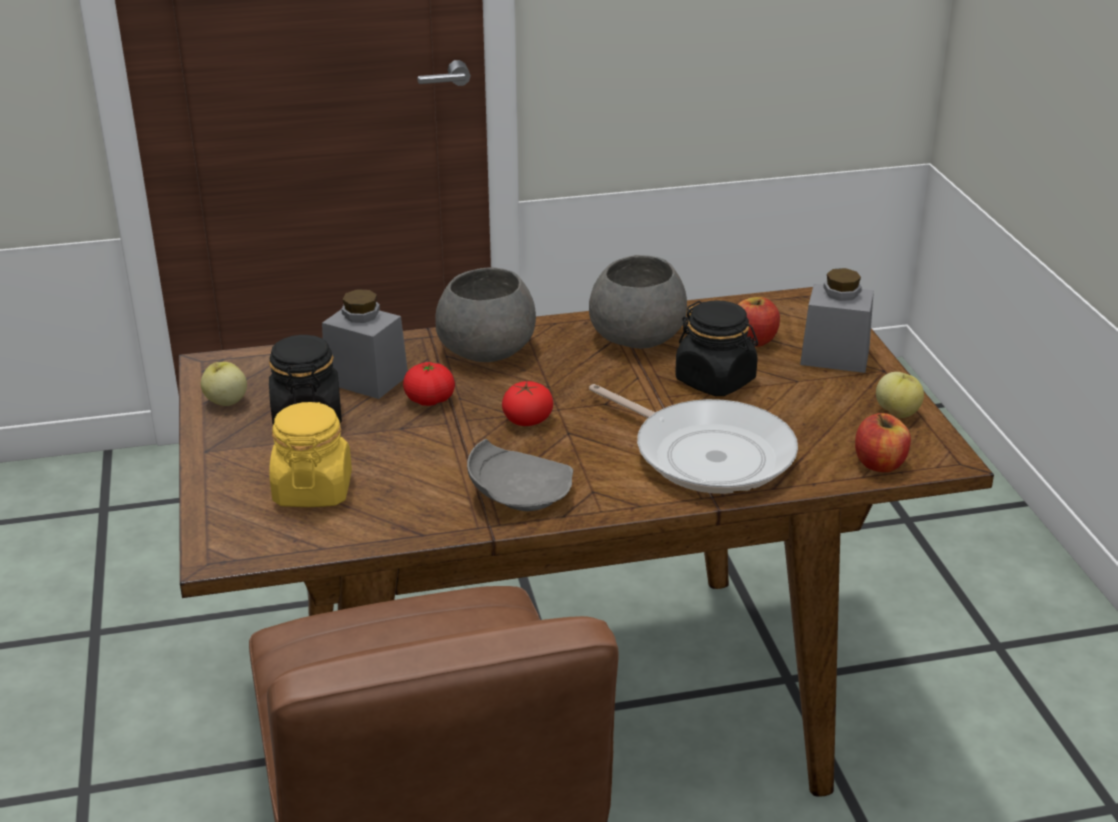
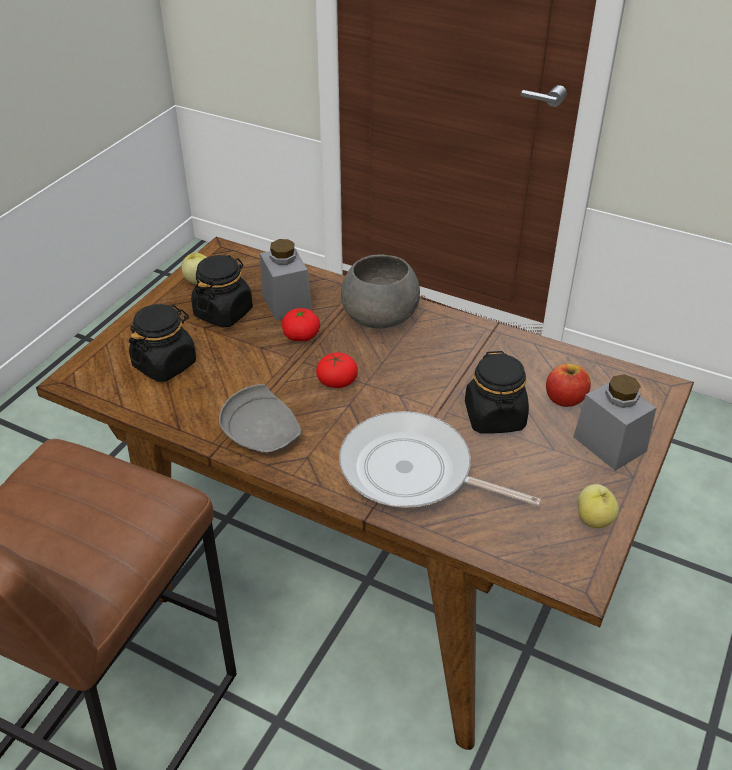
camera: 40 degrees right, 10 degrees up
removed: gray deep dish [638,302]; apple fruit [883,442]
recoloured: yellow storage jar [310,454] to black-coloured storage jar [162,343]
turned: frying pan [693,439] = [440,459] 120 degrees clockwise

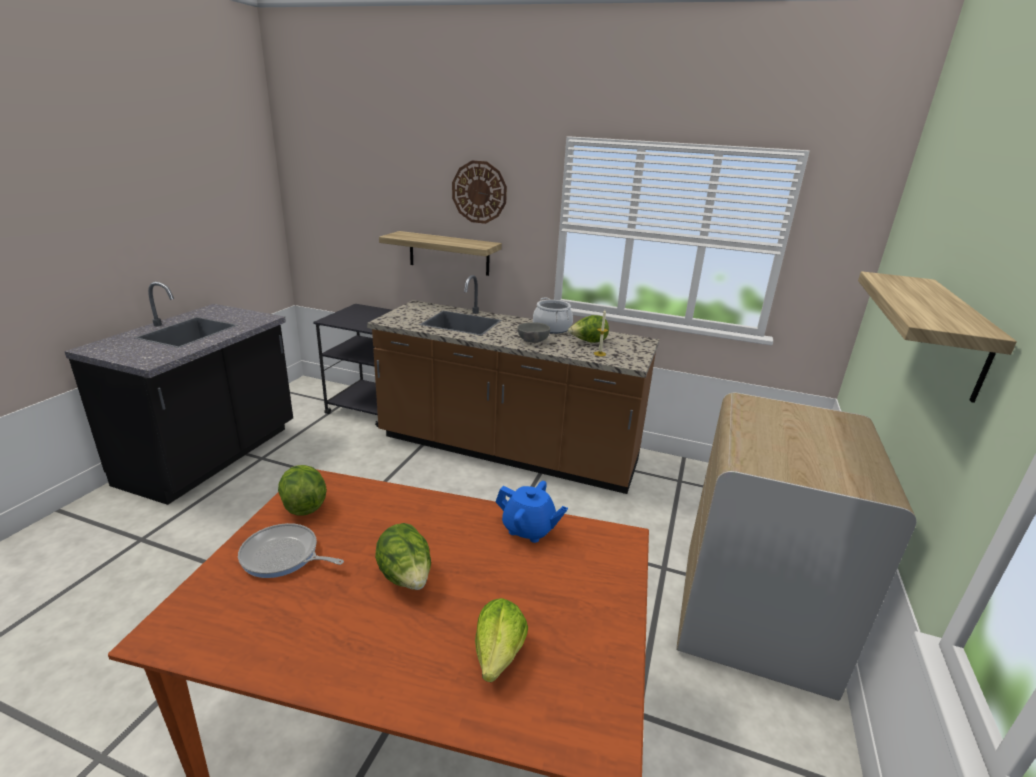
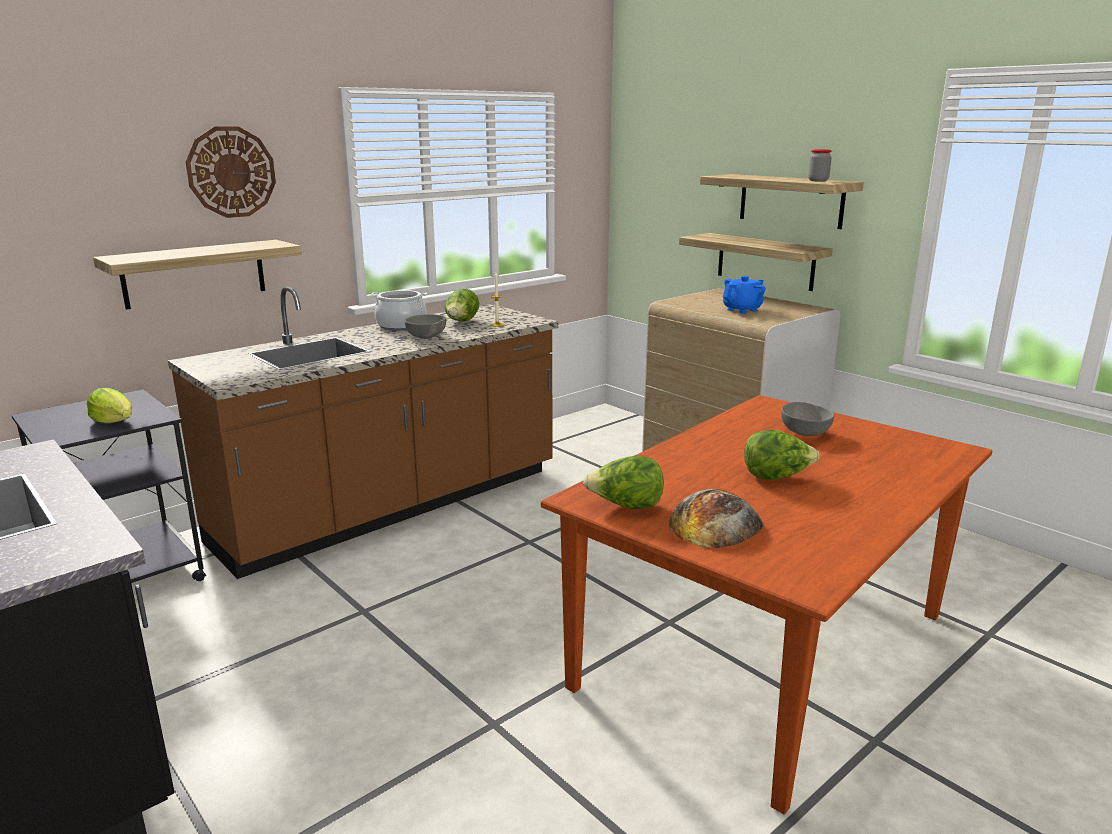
camera: 60 degrees left, 5 degrees down
added: storage jar [820,165]; bracket shelf [756,262]; gray deep dish [807,419]
moved: bluish tea pot [532,512] to [744,295]; lettuce [501,640] to [109,406]
replaced: frying pan [291,550] to baked bread [715,518]

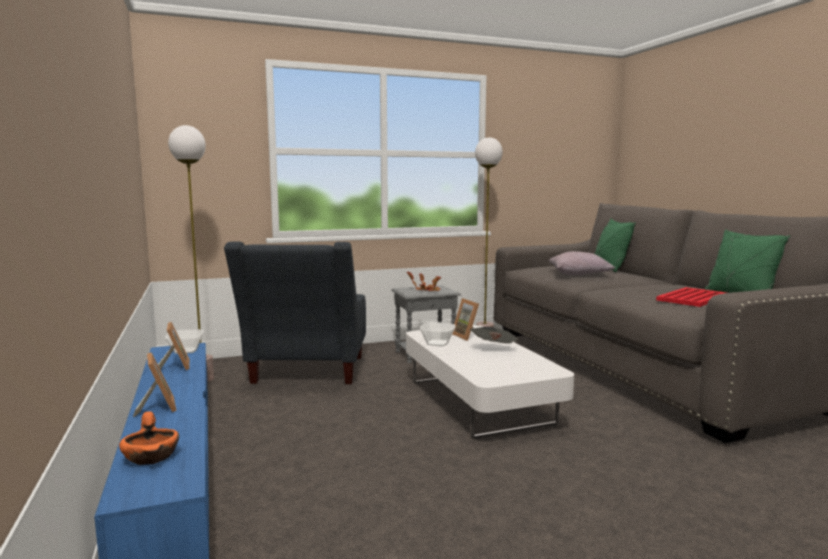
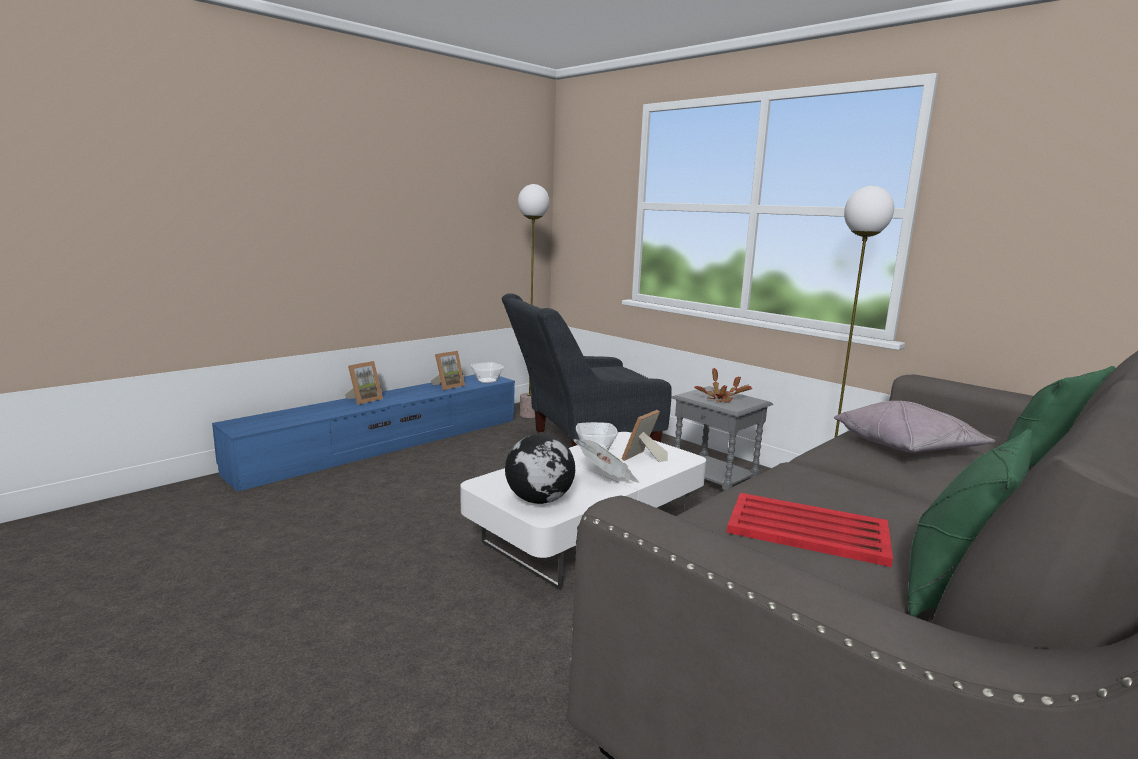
camera: 65 degrees right, 5 degrees up
removed: orangey deep dish [149,438]
added: globe [540,469]

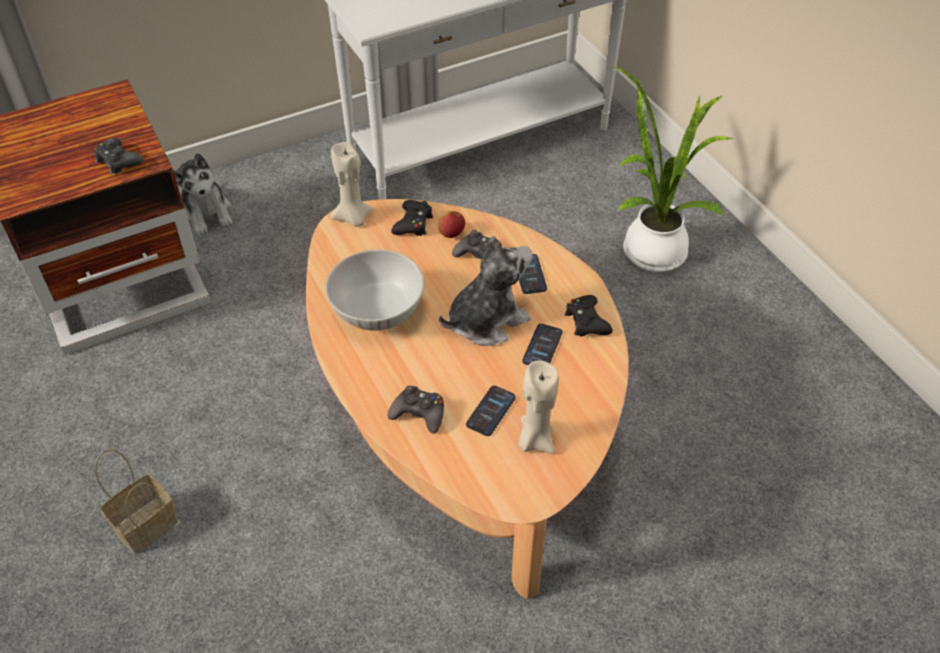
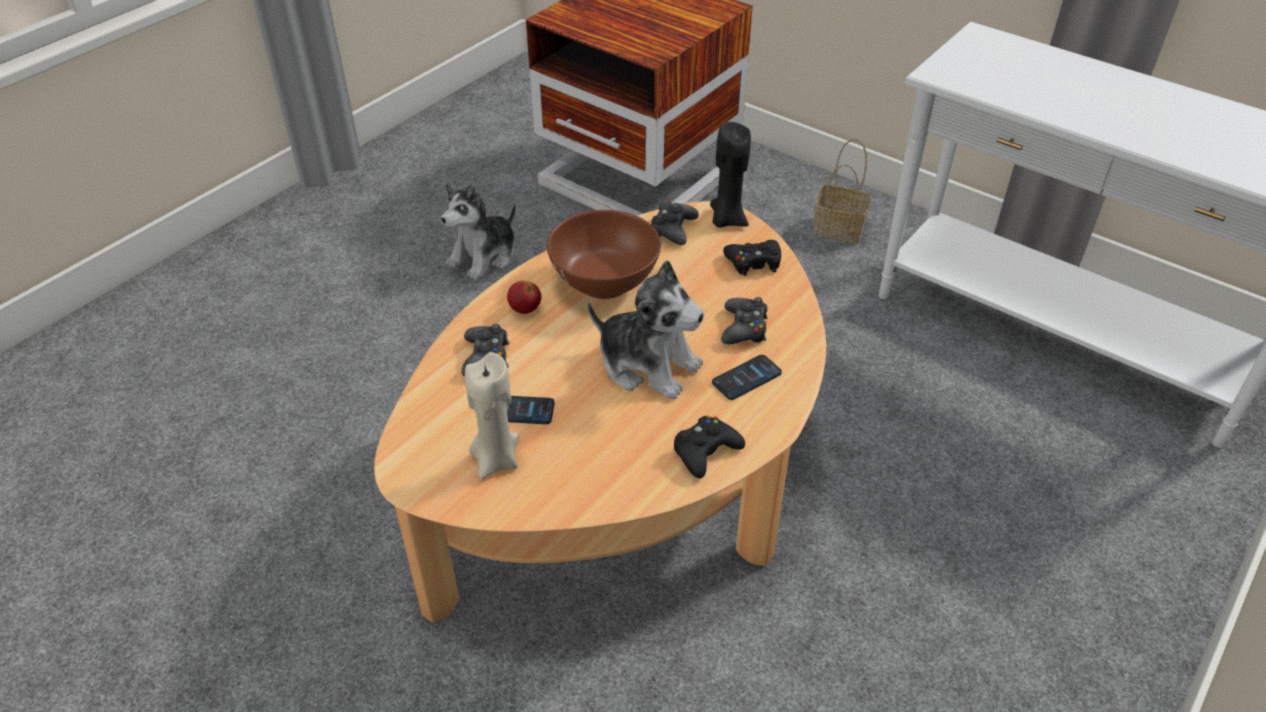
camera: 65 degrees right, 5 degrees down
removed: plant in a pot [672,168]; handset [542,344]
moved: black-coloured joypad [118,156] to [675,223]; plush toy [203,194] to [478,231]; apple fruit [451,224] to [524,297]; household basket [136,501] to [842,191]
recoloured: beige candle [352,184] to black-coloured candle [730,175]; whitish deep dish [374,290] to brown deep dish [604,254]

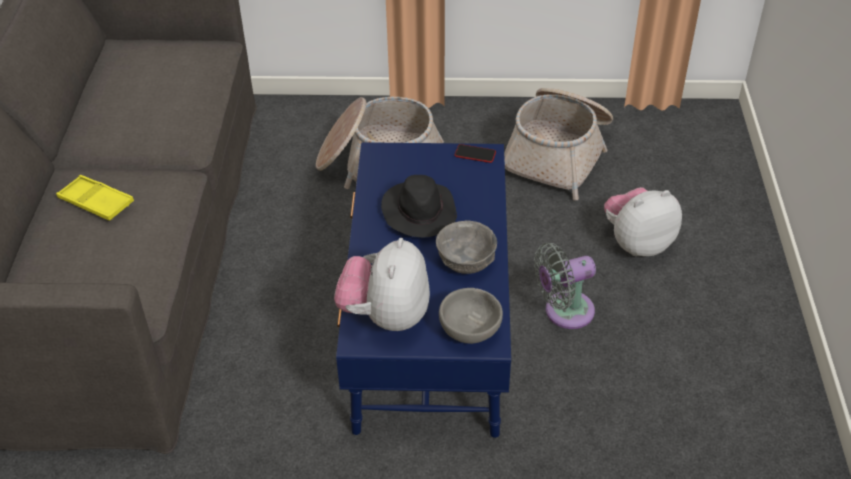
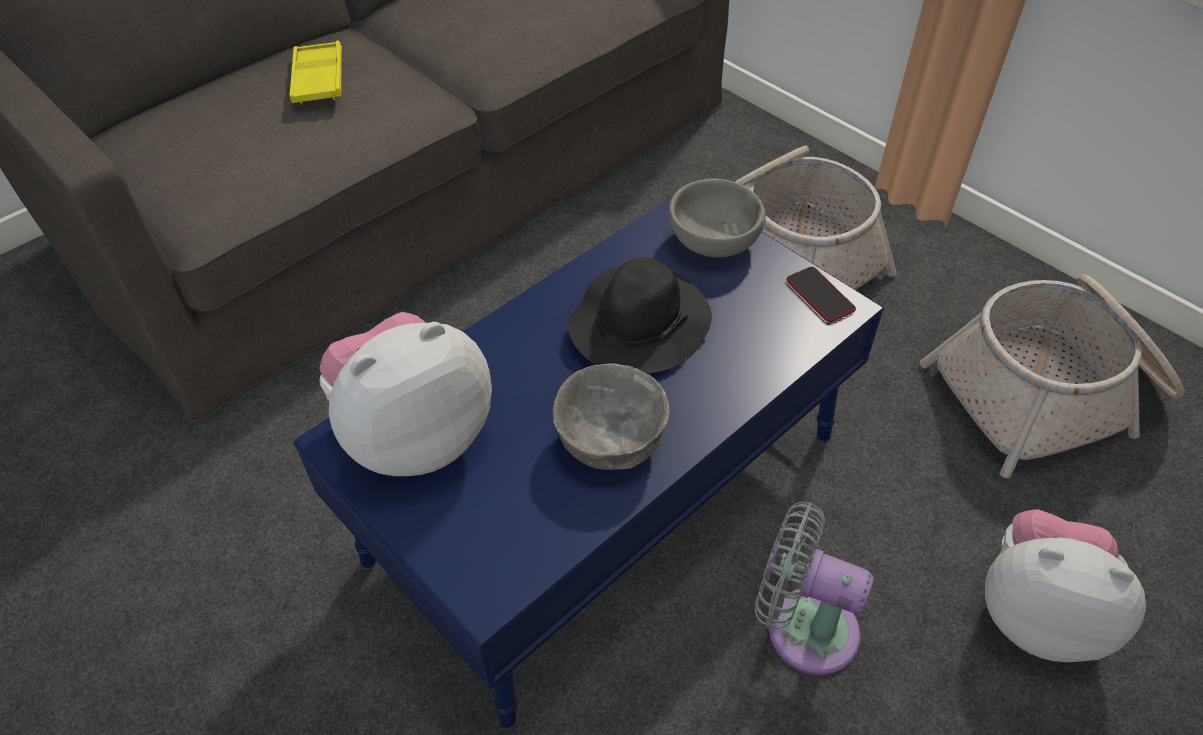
camera: 45 degrees right, 5 degrees up
moved: gray deep dish [471,316] to [717,217]

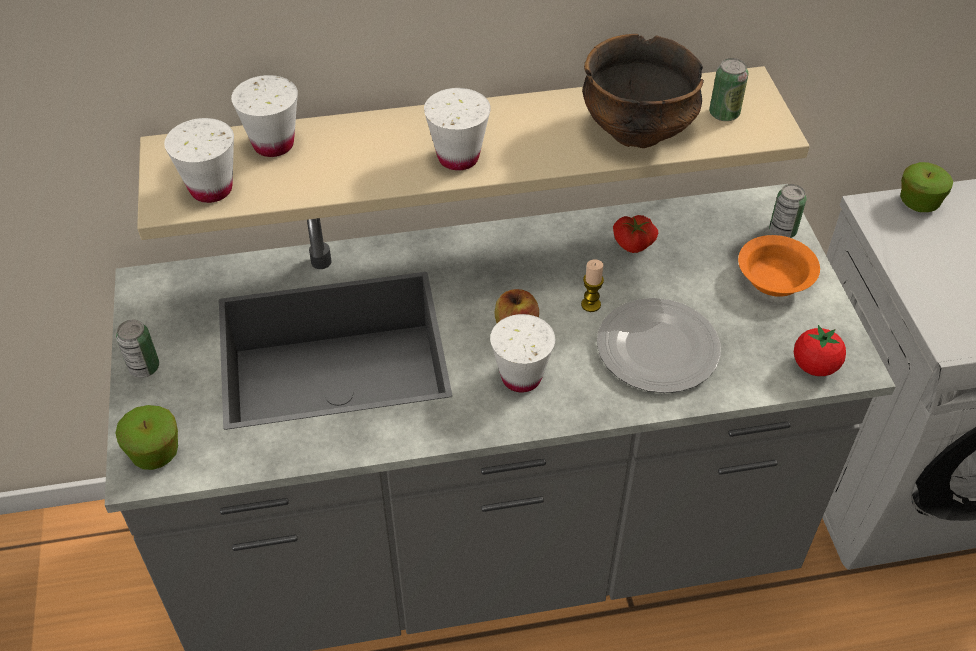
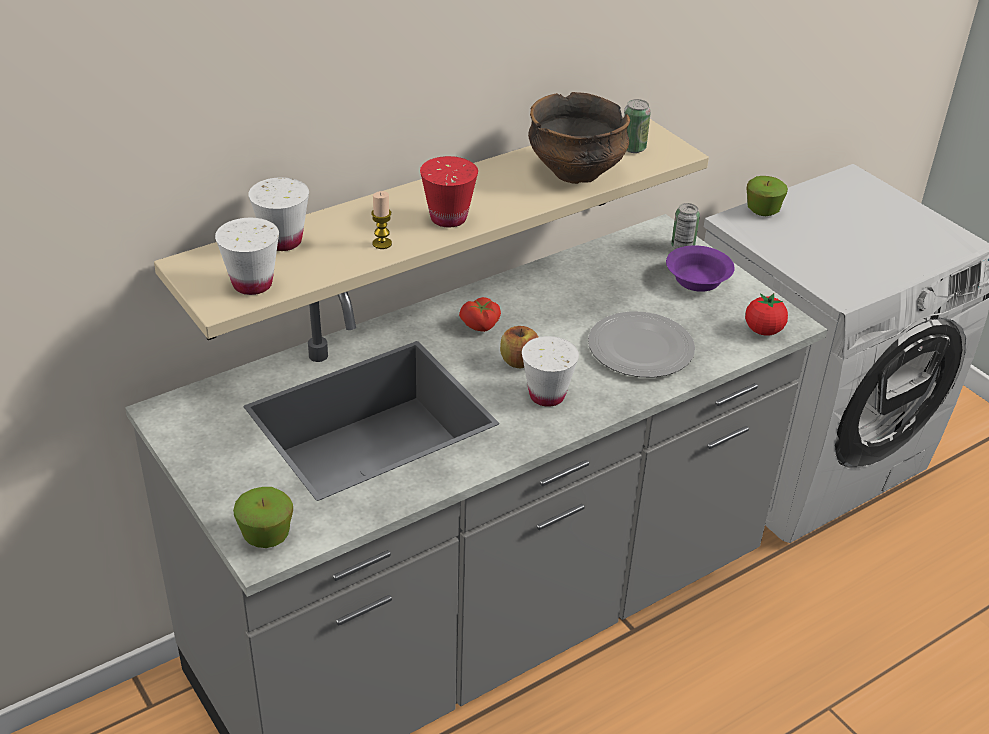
camera: 25 degrees left, 10 degrees down
removed: can [137,349]
moved: whole tomato [635,234] to [480,314]; candle [592,285] to [381,220]
recoloured: whitish small cup [457,129] to red small cup [449,191]; orangey deep dish [779,266] to purple-coloured deep dish [700,268]

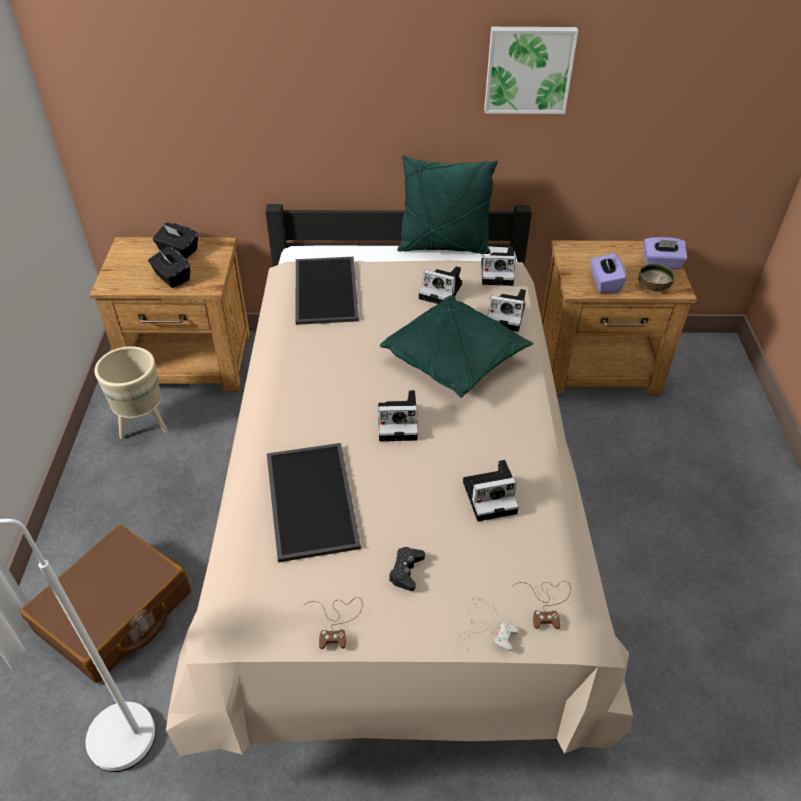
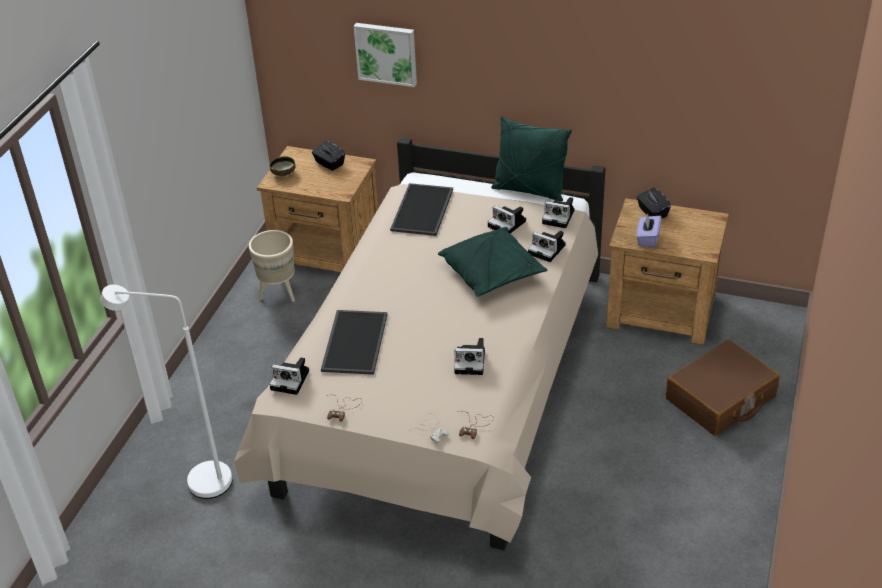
camera: 20 degrees right, 5 degrees down
removed: purple-coloured tissue holder [665,253]; black-coloured joypad [407,569]
moved: wall art [531,70] to [385,55]; black-coloured tissue holder [169,267] to [654,202]; deep dish [656,277] to [282,166]; photo camera [398,415] to [289,376]; brown piece of luggage [105,604] to [722,388]

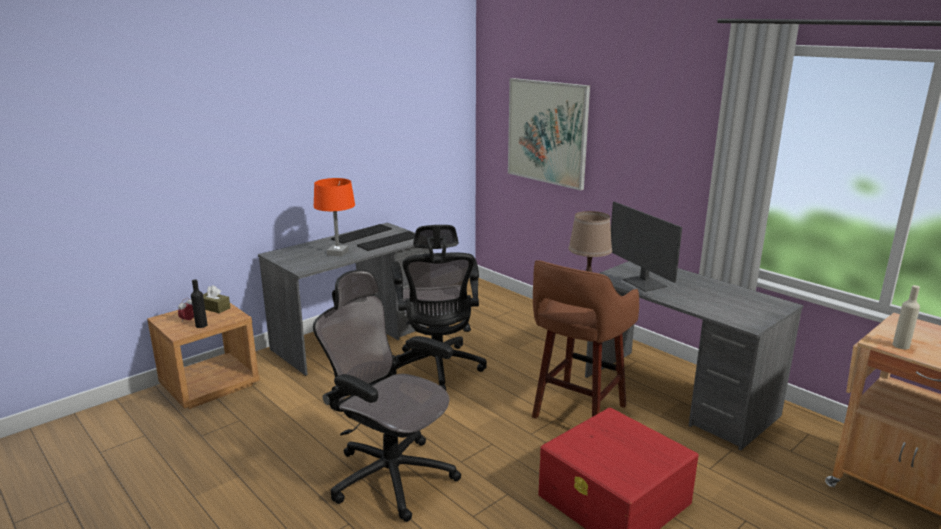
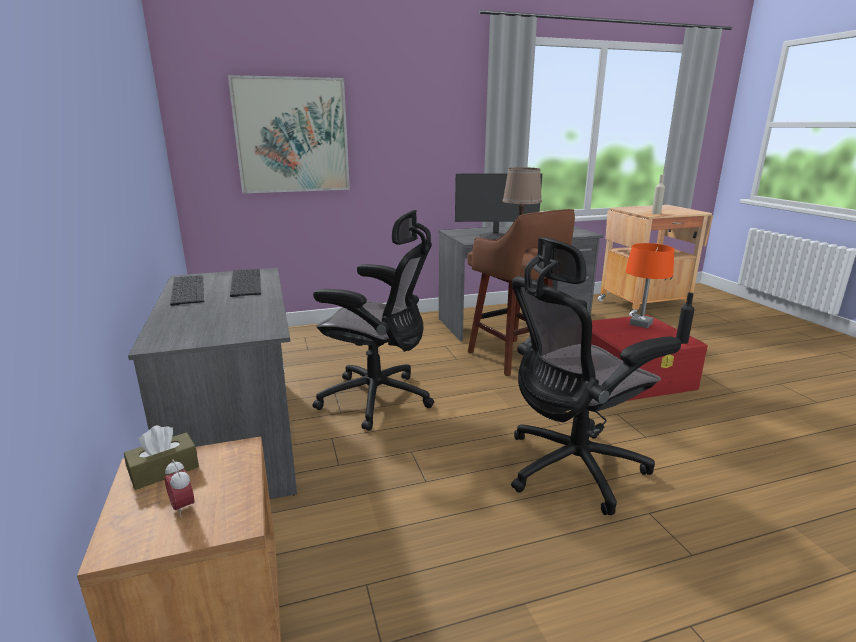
camera: 65 degrees left, 0 degrees up
moved: orangey lamp for a table [334,217] to [650,285]; black-coloured bottle [199,303] to [685,318]

